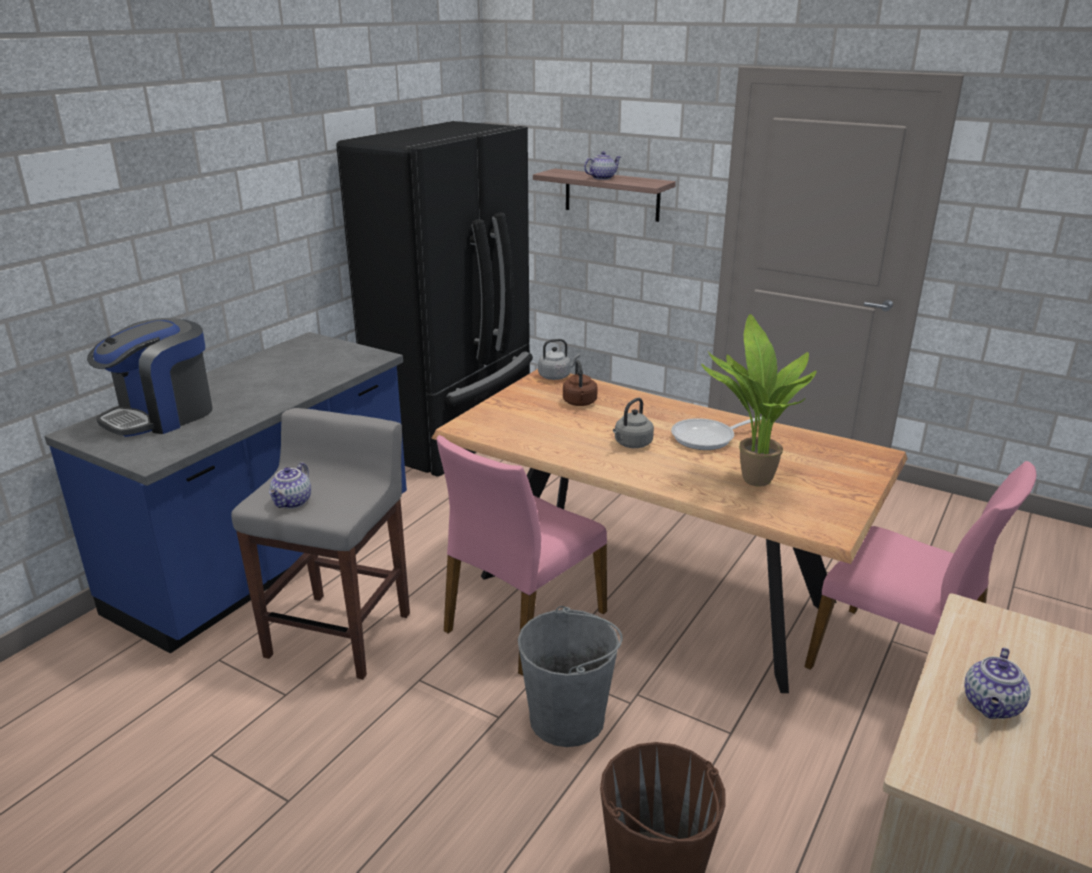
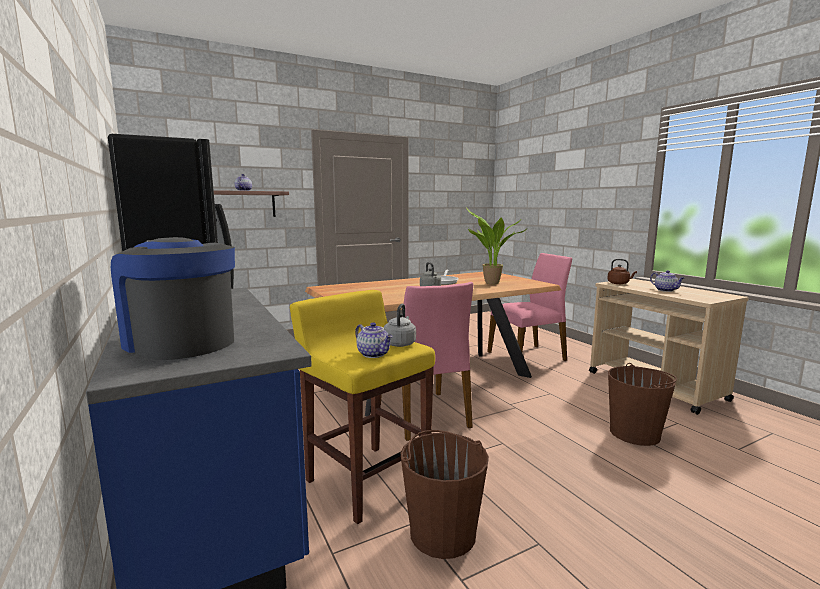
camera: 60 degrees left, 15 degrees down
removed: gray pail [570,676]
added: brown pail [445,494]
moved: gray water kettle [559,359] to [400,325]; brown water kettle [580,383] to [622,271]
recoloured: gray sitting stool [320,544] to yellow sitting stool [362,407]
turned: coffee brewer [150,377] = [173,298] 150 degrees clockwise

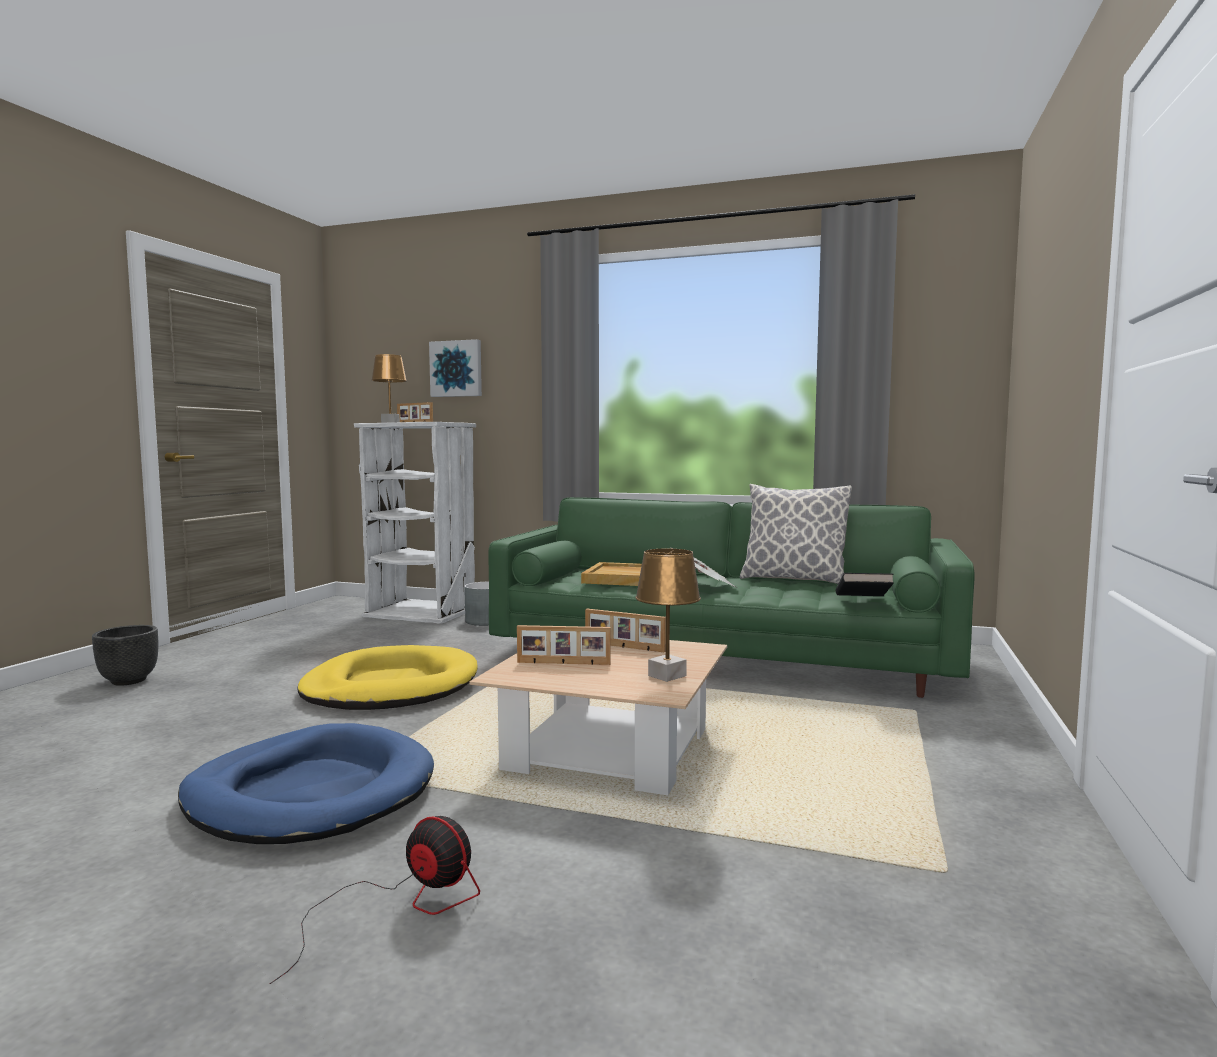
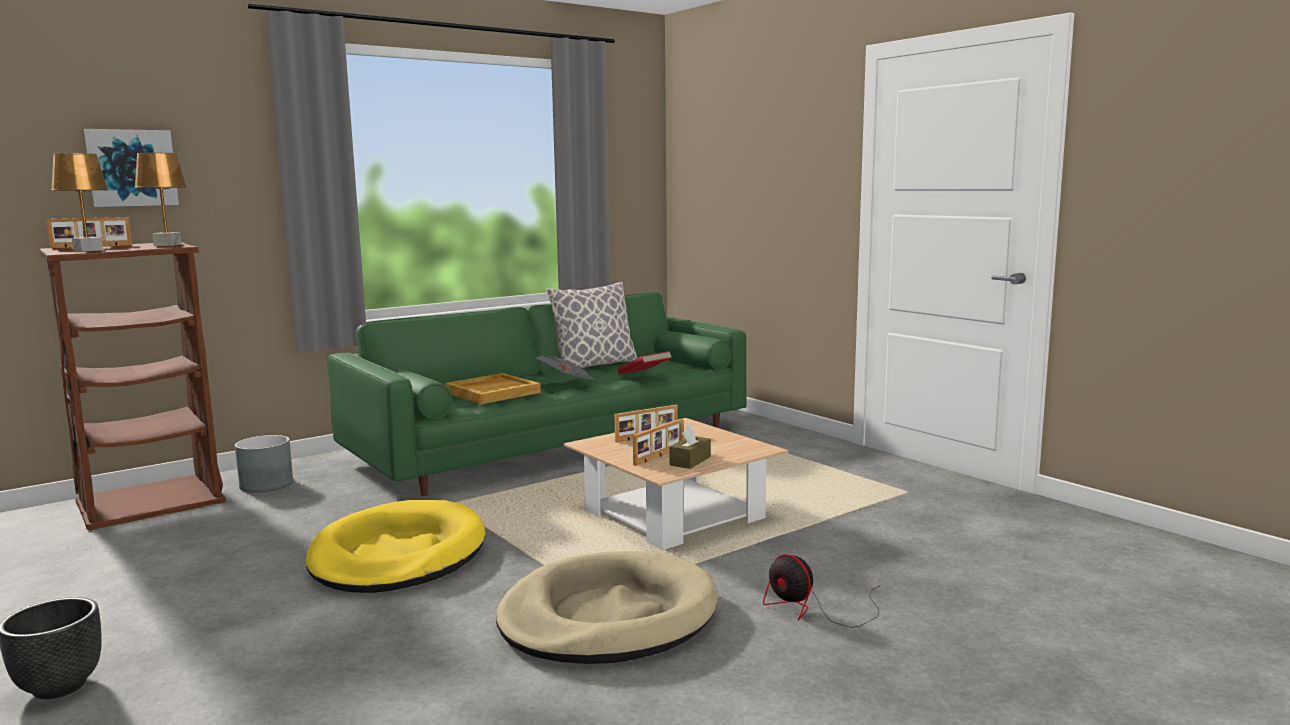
camera: 55 degrees left, 5 degrees up
removed: black-coloured bound book [865,584]
added: red bound book [645,362]; brown tissue holder [690,446]
moved: brown lamp for a table [668,615] to [160,199]
recoloured: whitish bookcase [415,523] to brown bookcase [132,386]; bluish dog cushion [306,783] to beige dog cushion [607,607]
turned: cooling fan [375,900] = [821,591] 105 degrees counterclockwise

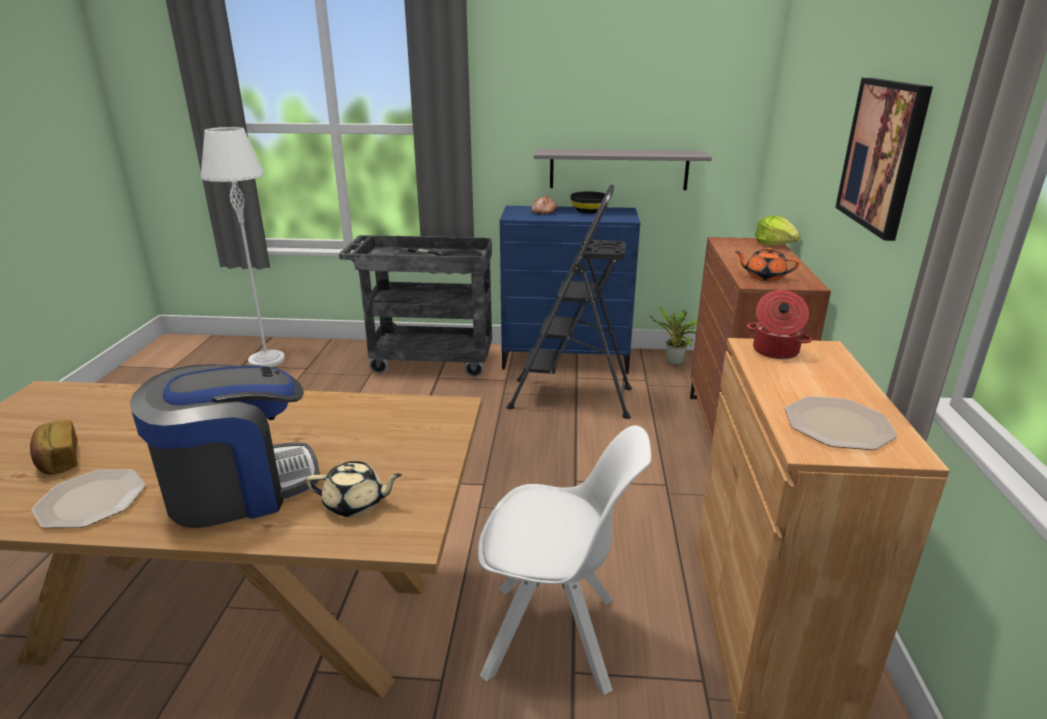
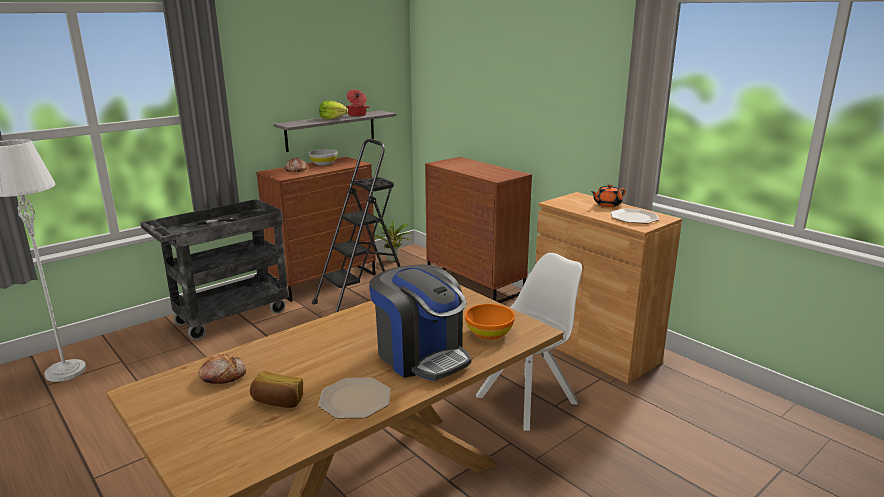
camera: 45 degrees left, 5 degrees down
removed: wall art [884,159]
added: baked bread [222,369]
moved: lettuce [777,231] to [333,110]; orangey tea pot [767,264] to [608,195]; saucepot [779,324] to [357,103]
replaced: beige tea pot [354,489] to orangey deep dish [490,322]
recoloured: black-coloured deep dish [588,202] to whitish deep dish [323,157]; bluish dresser [569,290] to brown dresser [316,229]
turned: coffee brewer [225,446] = [420,322] 120 degrees clockwise

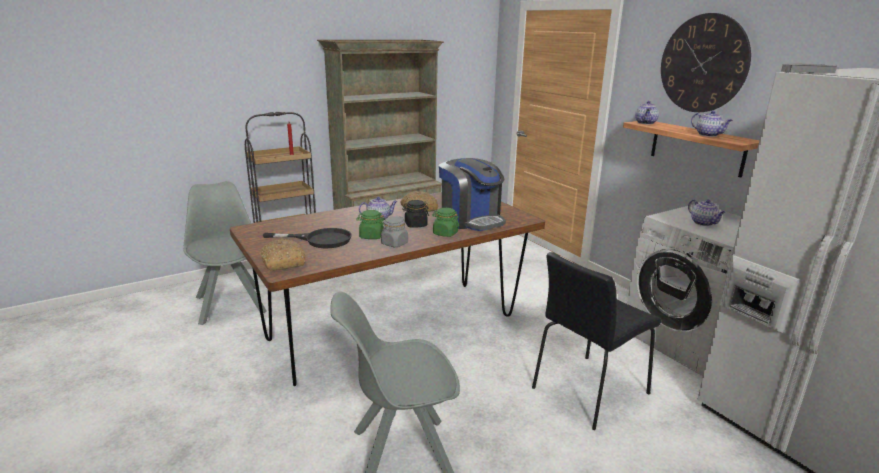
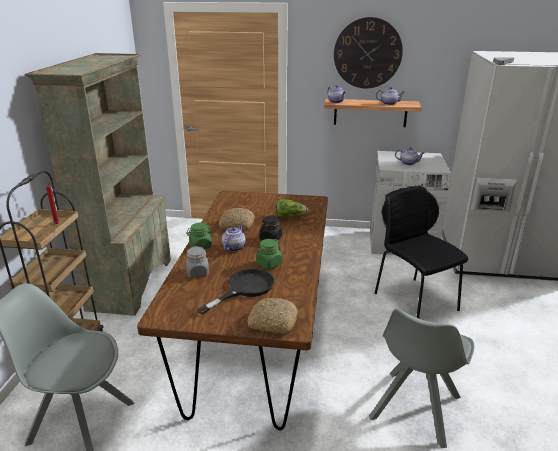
camera: 50 degrees left, 5 degrees up
moved: green-coloured storage jar [445,222] to [199,236]; gray storage jar [394,231] to [197,262]
replaced: coffee brewer [472,194] to lettuce [293,208]
turned: black-coloured chair [596,341] = [421,252] 150 degrees clockwise

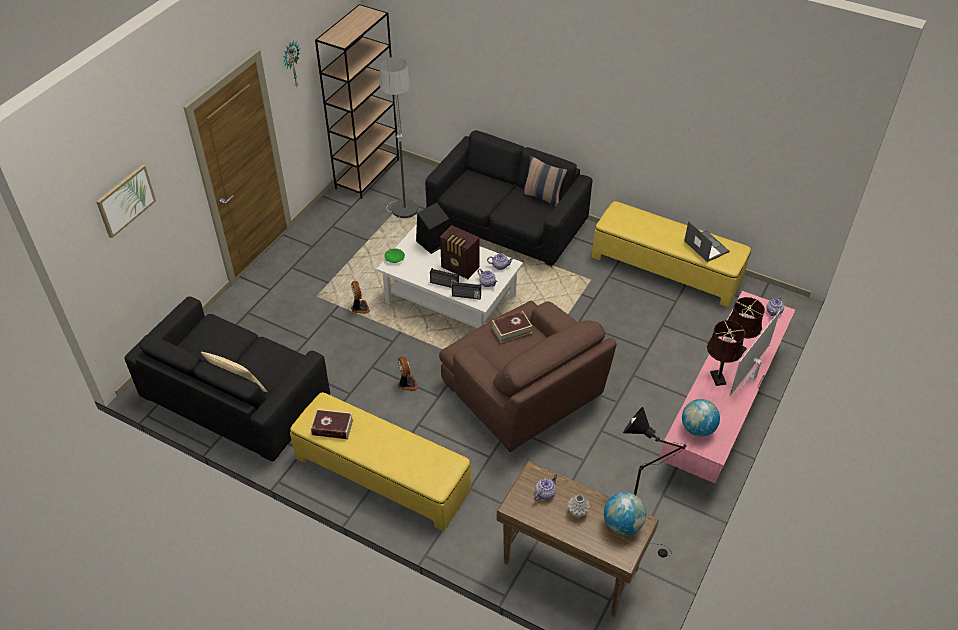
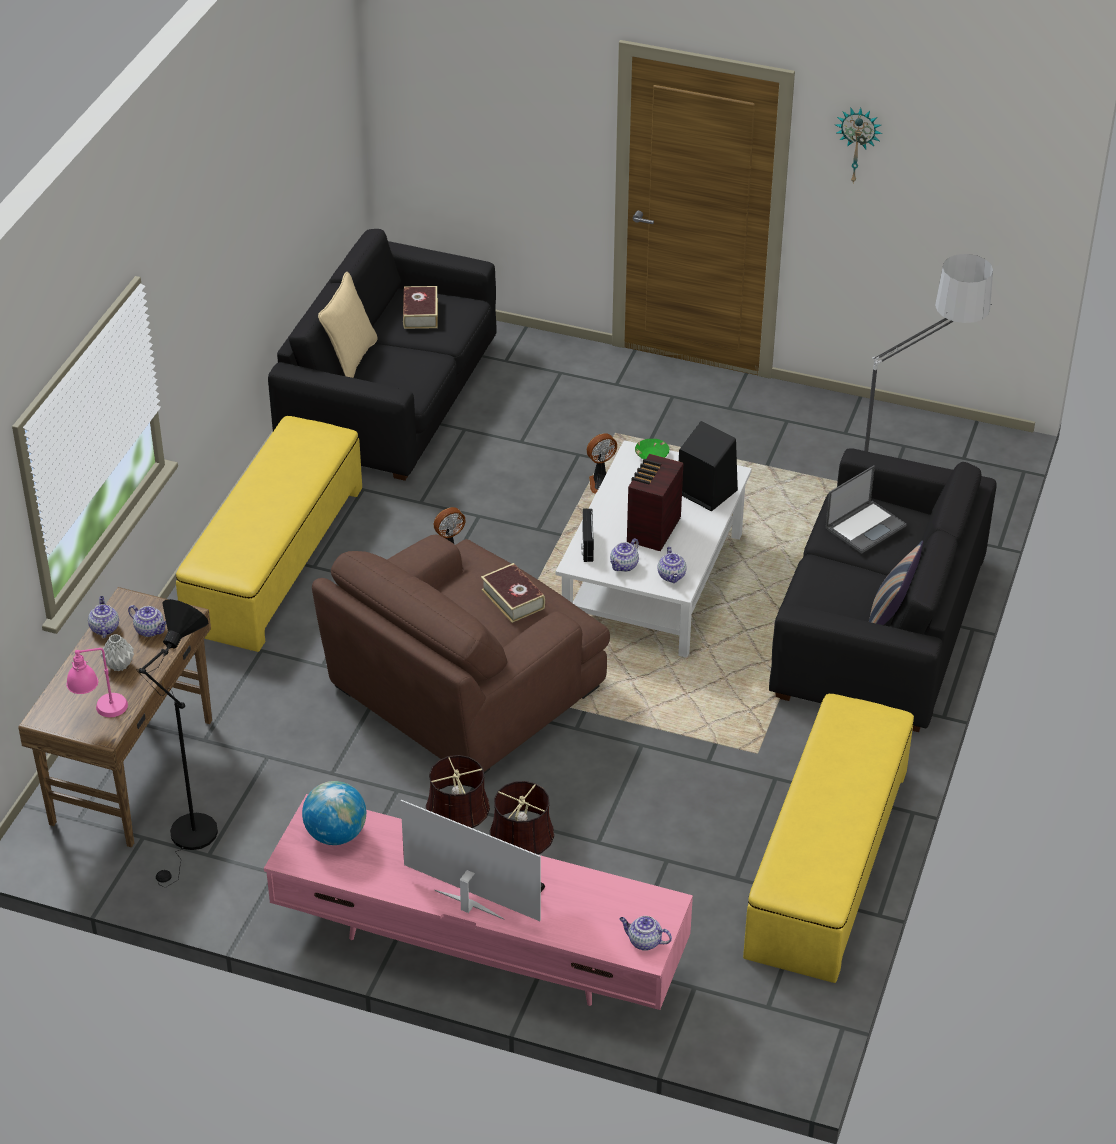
camera: 80 degrees right, 5 degrees down
removed: beige bookcase [357,101]; wall art [126,201]; radio receiver [444,278]
added: tea pot [103,617]
moved: laptop [707,241] to [866,509]; bound book [332,424] to [420,307]
replaced: globe [625,513] to pinkish lamp for a table [97,682]

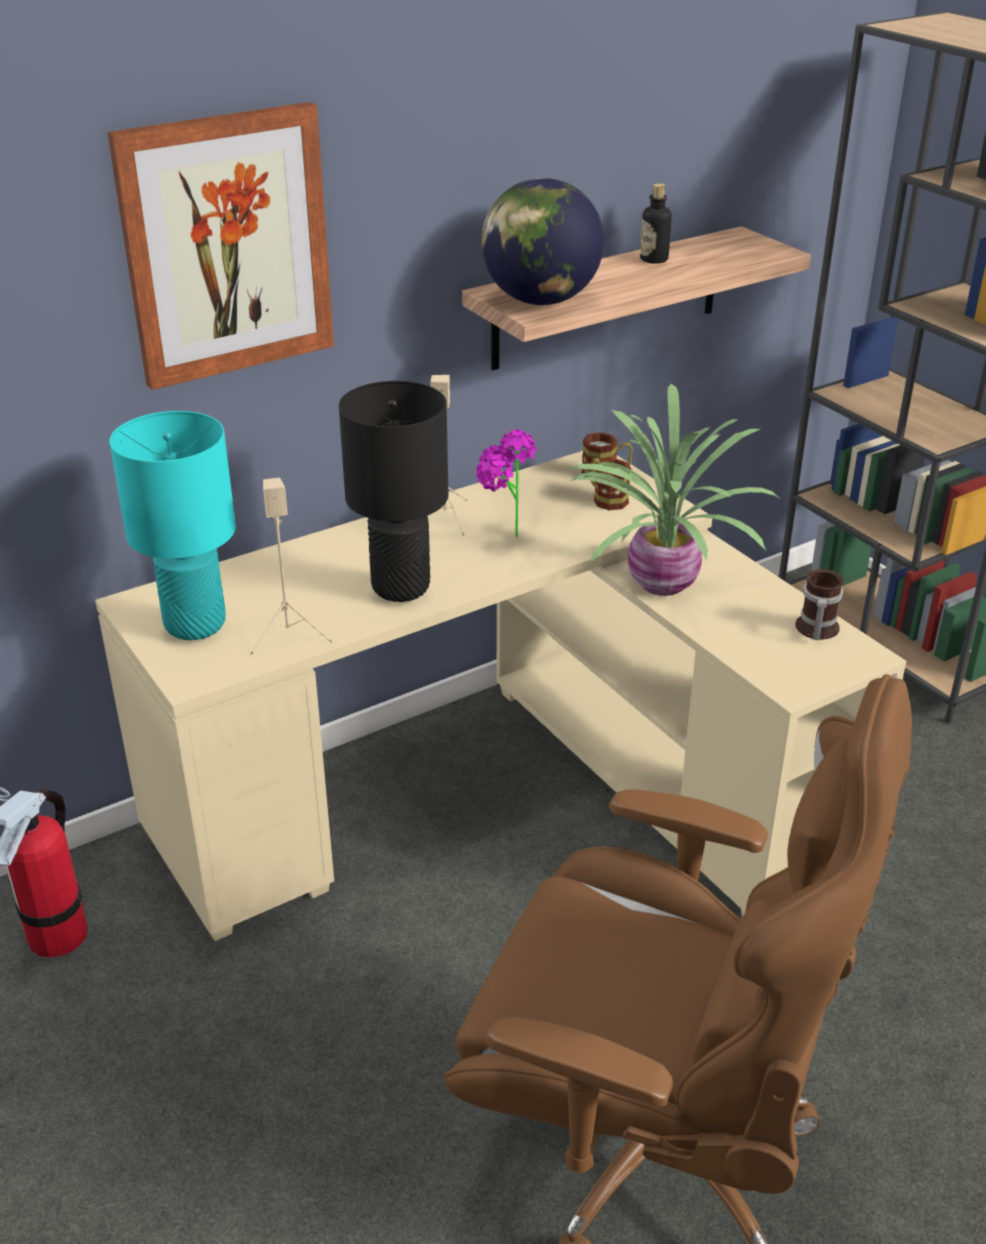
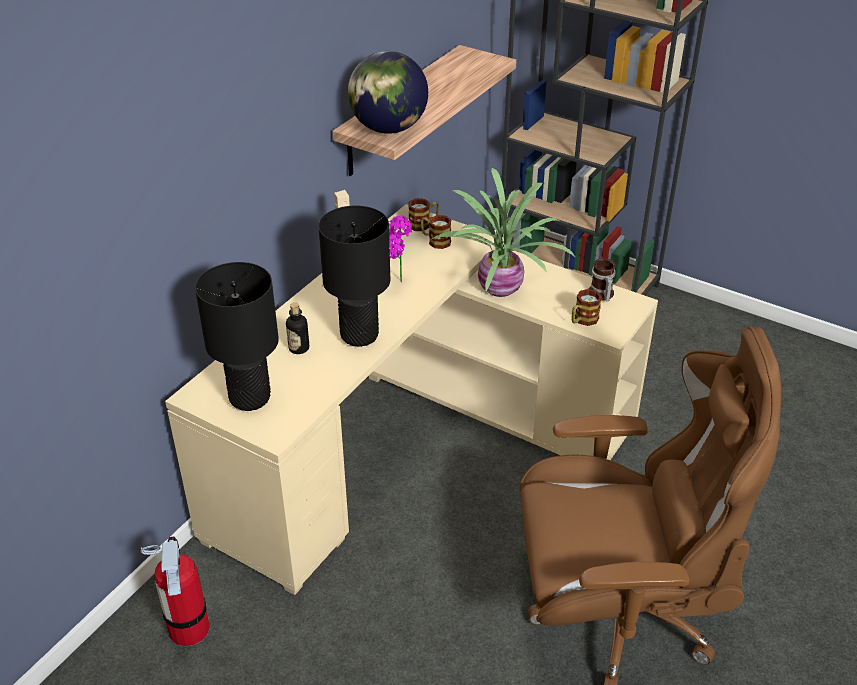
camera: 25 degrees left, 5 degrees up
removed: wall art [220,246]; beige speaker [291,566]
added: coffee mug [587,307]
moved: bottle [656,223] to [297,328]
recoloured: turquoise lamp for a table [172,525] to black-coloured lamp for a table [237,336]

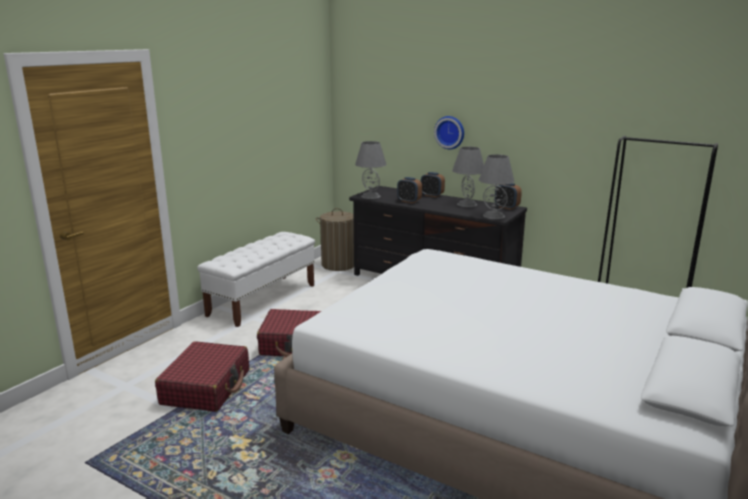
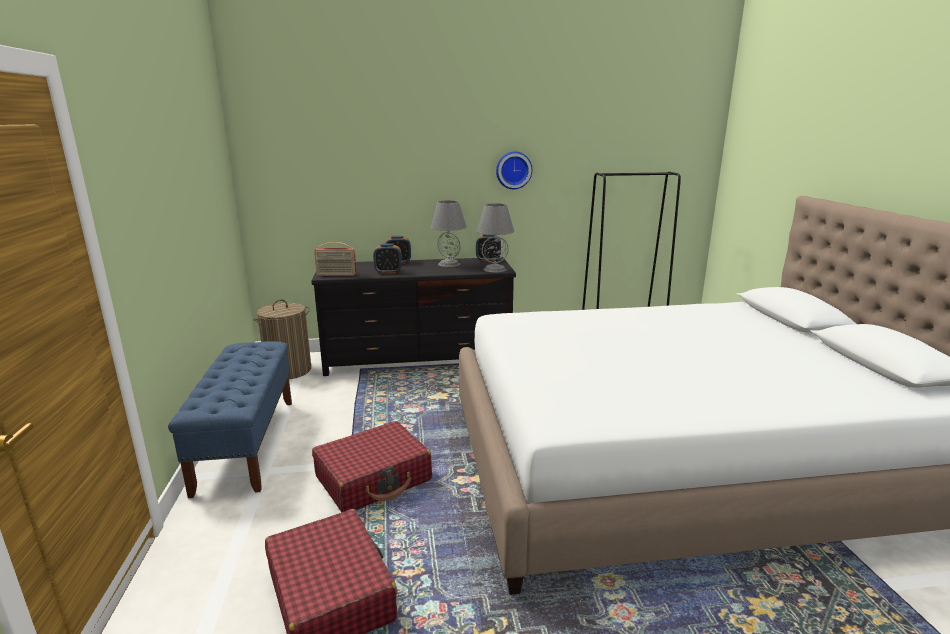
camera: 40 degrees left, 0 degrees up
moved: hanging clock [449,132] to [514,170]
replaced: gray lamp for a table [371,170] to radio receiver [335,259]
recoloured: whitish long seat [256,279] to bluish long seat [230,420]

